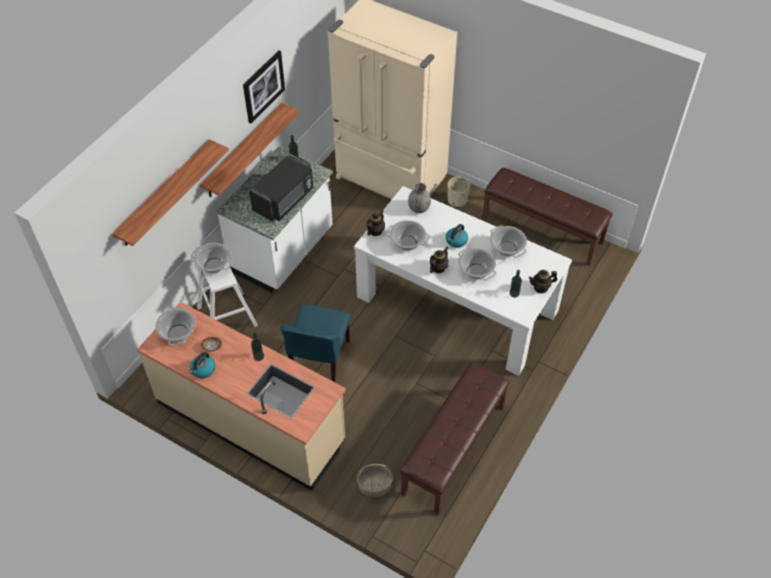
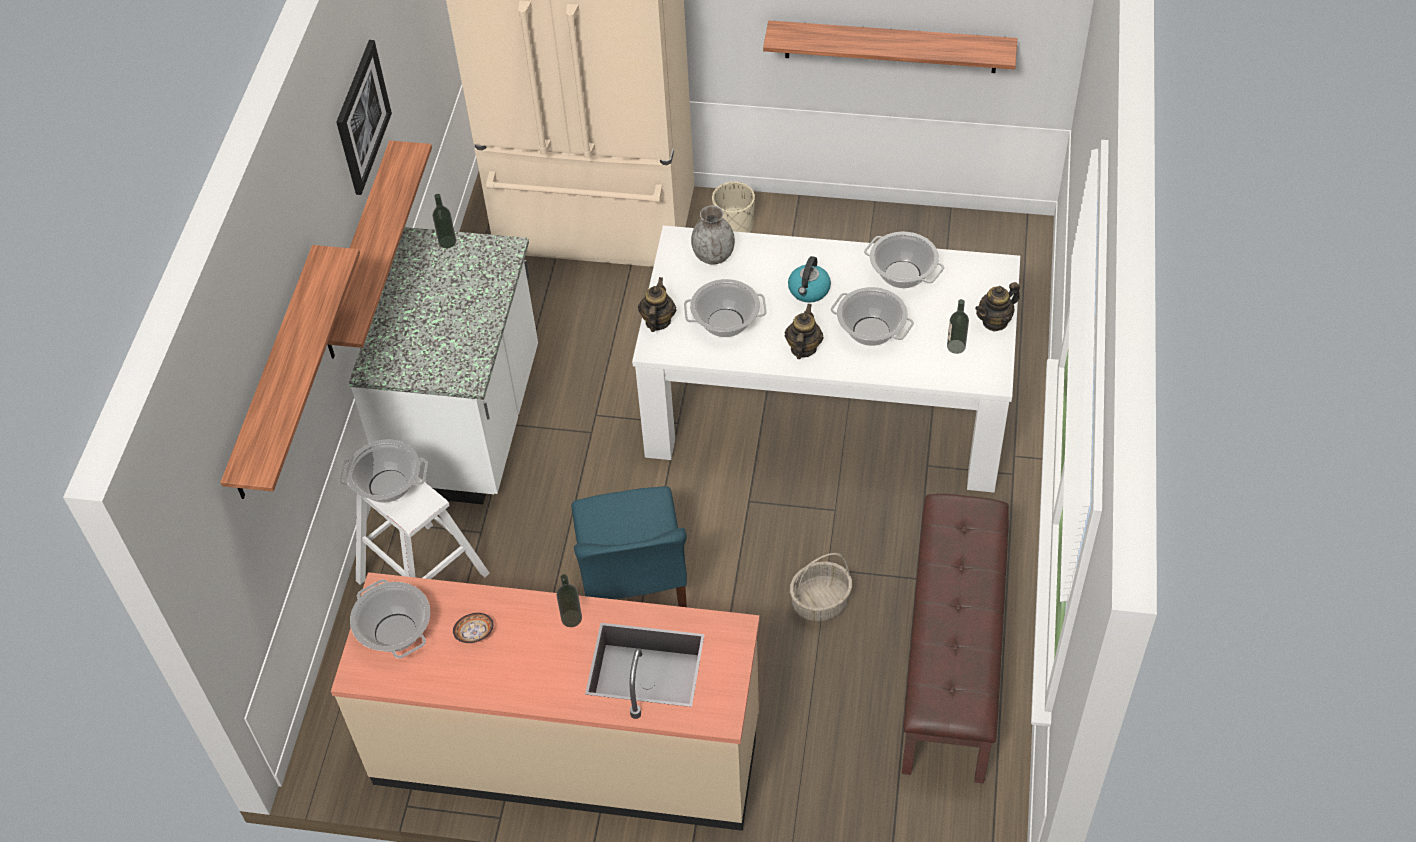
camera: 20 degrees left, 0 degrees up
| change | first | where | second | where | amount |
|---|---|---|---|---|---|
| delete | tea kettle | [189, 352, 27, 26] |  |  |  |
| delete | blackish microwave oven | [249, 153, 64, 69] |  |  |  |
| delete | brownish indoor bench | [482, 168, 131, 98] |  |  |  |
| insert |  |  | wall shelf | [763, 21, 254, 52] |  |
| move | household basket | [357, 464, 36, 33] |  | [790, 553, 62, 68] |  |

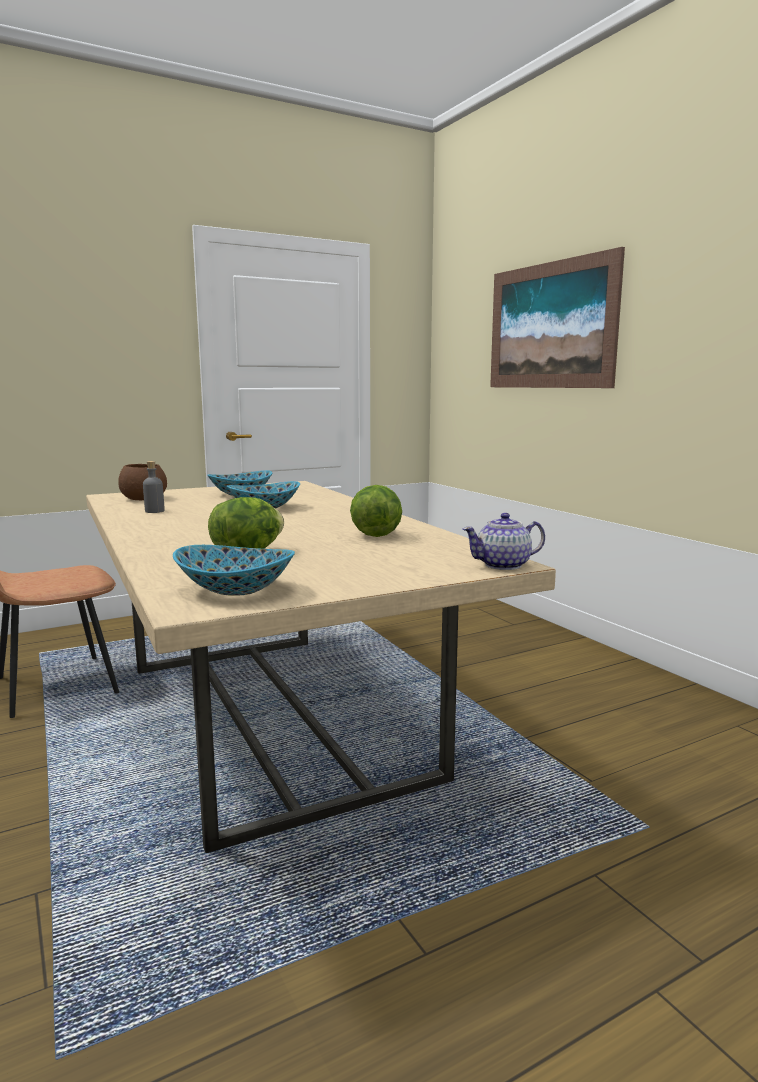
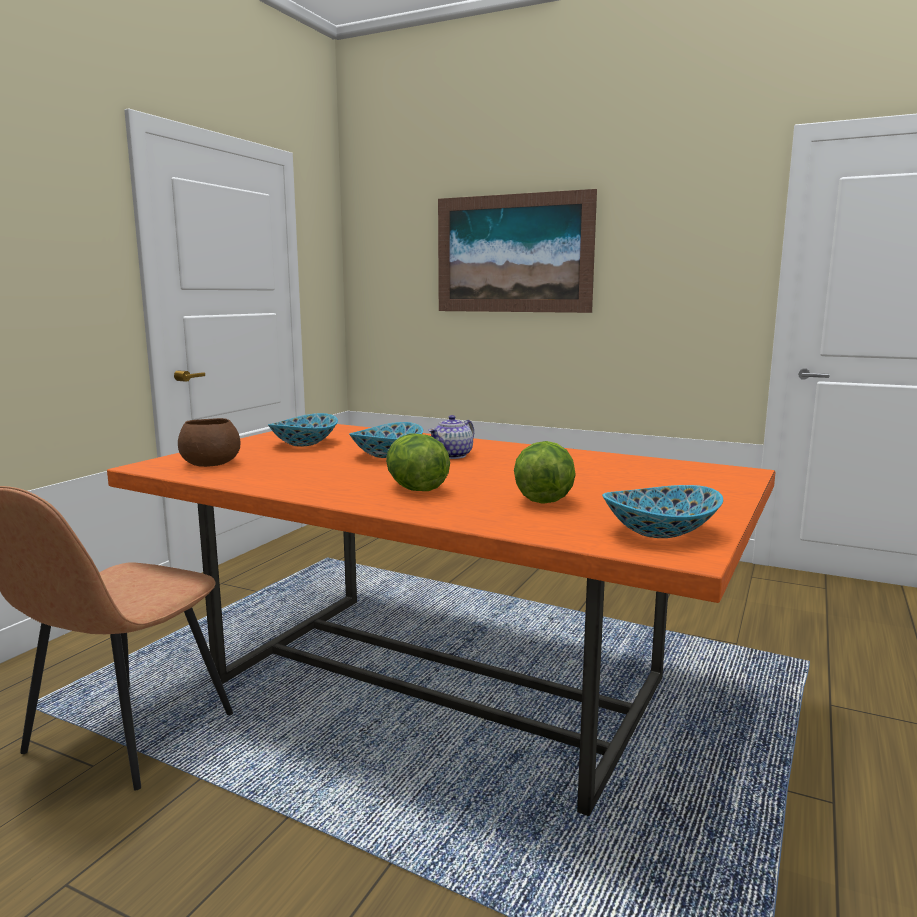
camera: 35 degrees left, 0 degrees up
| change | first | where | second | where | amount |
|---|---|---|---|---|---|
| delete | gray beverage bottle | [143, 461, 22, 52] |  |  |  |
| move | head of lettuce | [350, 485, 52, 52] |  | [386, 433, 64, 58] |  |
| move | pot for tea | [463, 513, 82, 57] |  | [428, 415, 46, 44] |  |
| recolor | sand-coloured kitchen table | [86, 481, 470, 372] | orange kitchen table | [107, 424, 669, 392] |  |

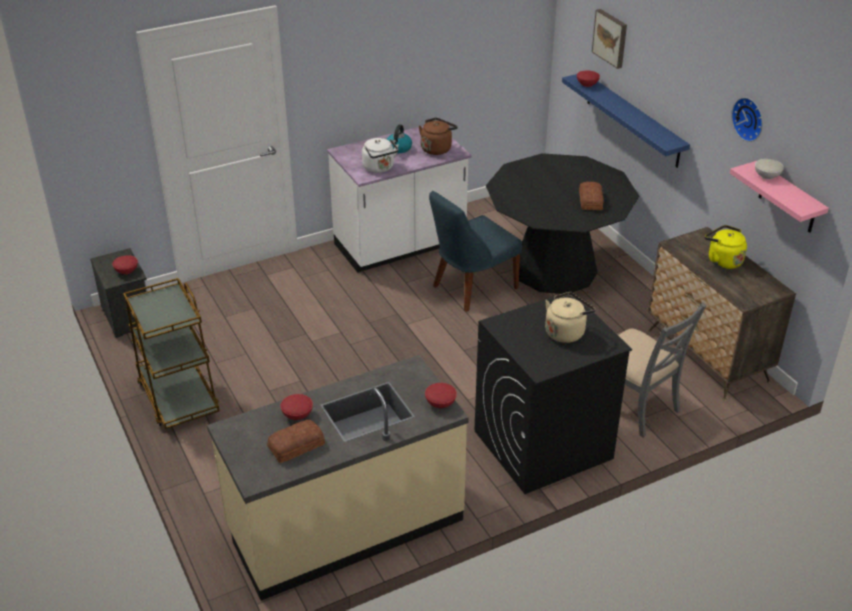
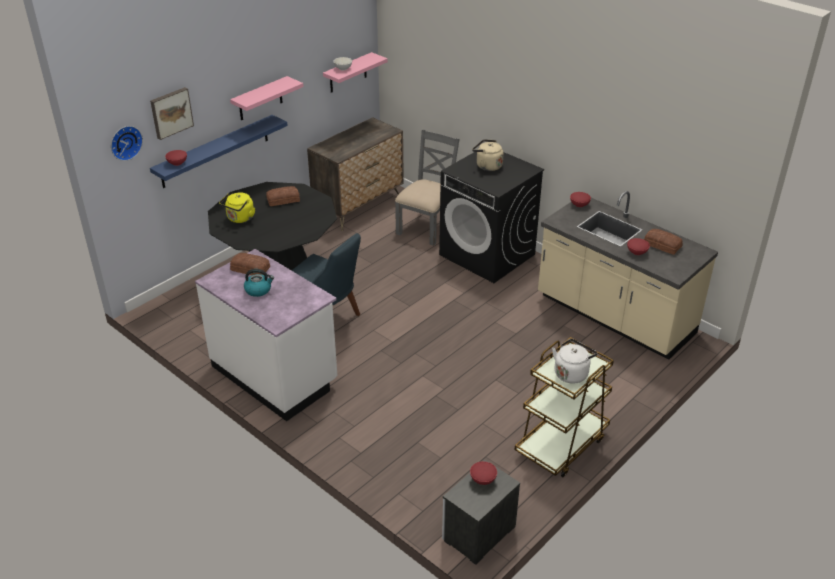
camera: 110 degrees left, 0 degrees up
| change | first | where | second | where | amount |
|---|---|---|---|---|---|
| insert |  |  | pink wall shelf | [230, 76, 73, 44] |  |
| move | white tea kettle | [362, 138, 37, 35] |  | [552, 339, 45, 45] |  |
| move | yellow-coloured tea kettle | [705, 225, 42, 44] |  | [219, 193, 36, 30] |  |
| move | hanging clock | [731, 97, 32, 45] |  | [111, 126, 32, 35] |  |
| replace | brownish tea kettle | [419, 118, 39, 37] | bread | [230, 253, 40, 22] |  |

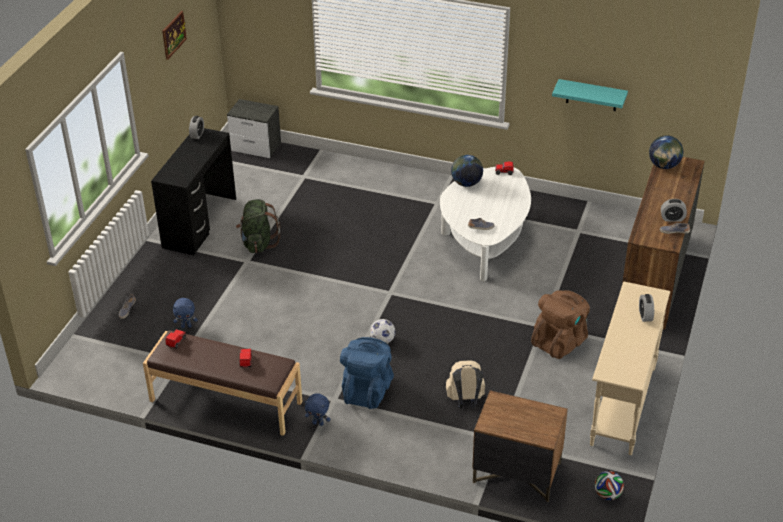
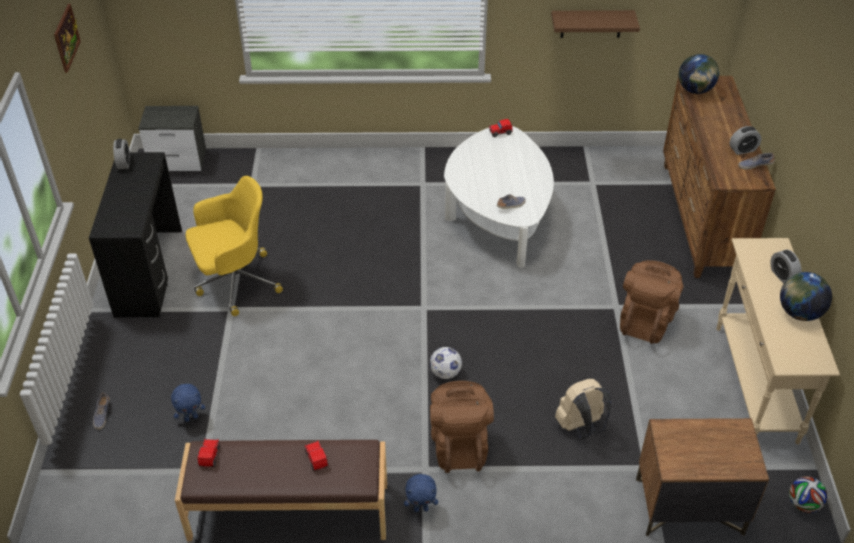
camera: 20 degrees left, 5 degrees up
| change | first | where | second | where | amount |
|---|---|---|---|---|---|
| move | globe | [451, 155, 32, 32] |  | [780, 272, 52, 49] |  |
| replace | green rucksack | [236, 199, 44, 54] | yellow-coloured office chair | [186, 176, 97, 140] |  |
| recolor | bluish rucksack | [340, 337, 54, 72] | brownish rucksack | [430, 381, 64, 92] |  |
| recolor | blue-green wall shelf | [552, 79, 76, 32] | brownish wall shelf | [551, 10, 89, 28] |  |

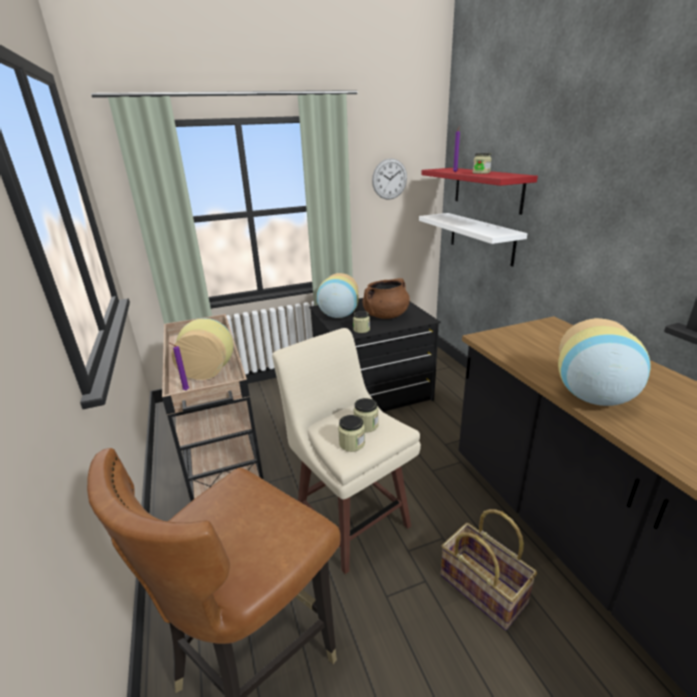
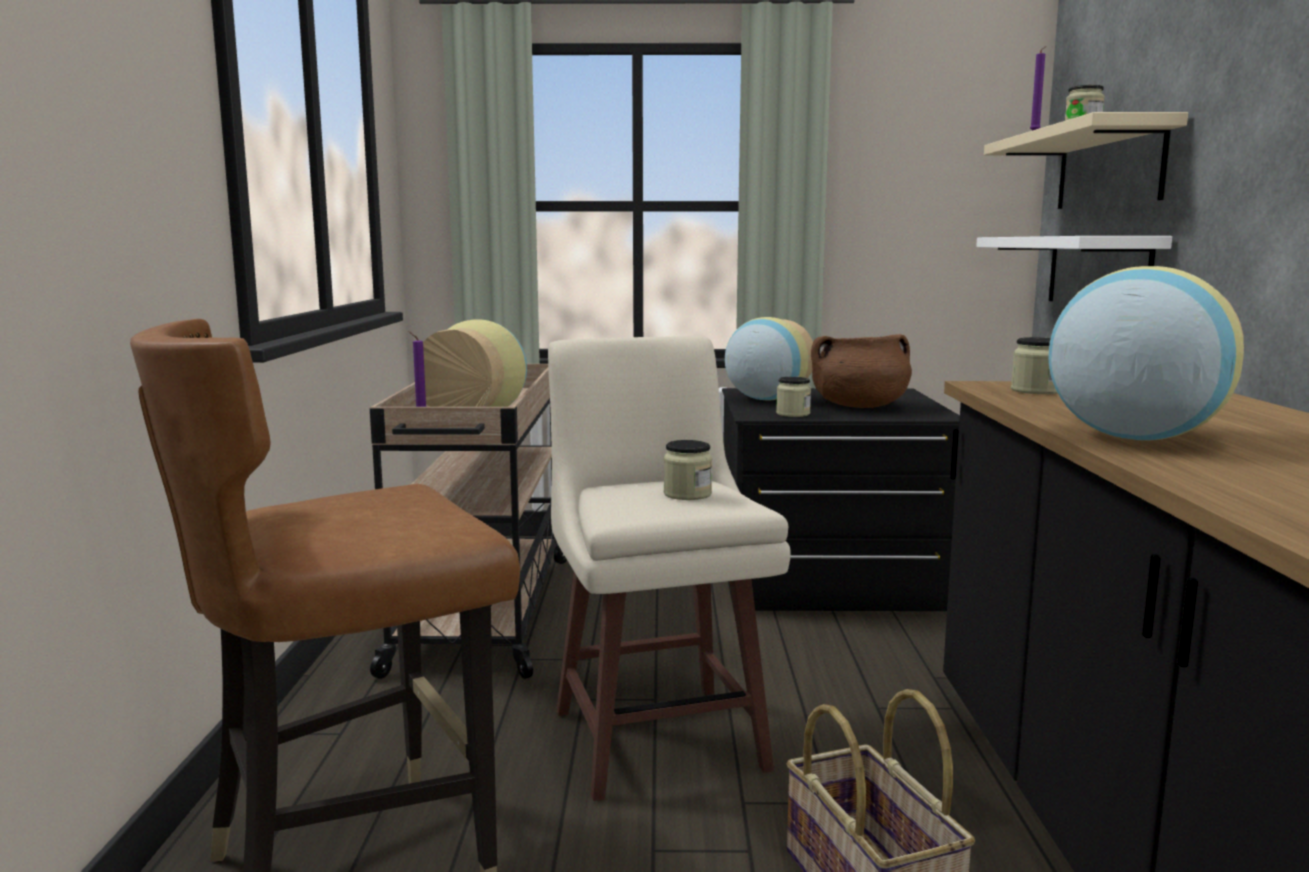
camera: 20 degrees right, 15 degrees down
| change | first | where | second | where | amount |
|---|---|---|---|---|---|
| delete | hanging clock | [372, 158, 35, 42] |  |  |  |
| move | jar | [338, 415, 27, 37] |  | [1011, 337, 47, 57] |  |
| recolor | red wall shelf | [421, 168, 117, 47] | sand-coloured wall shelf | [984, 112, 204, 97] |  |

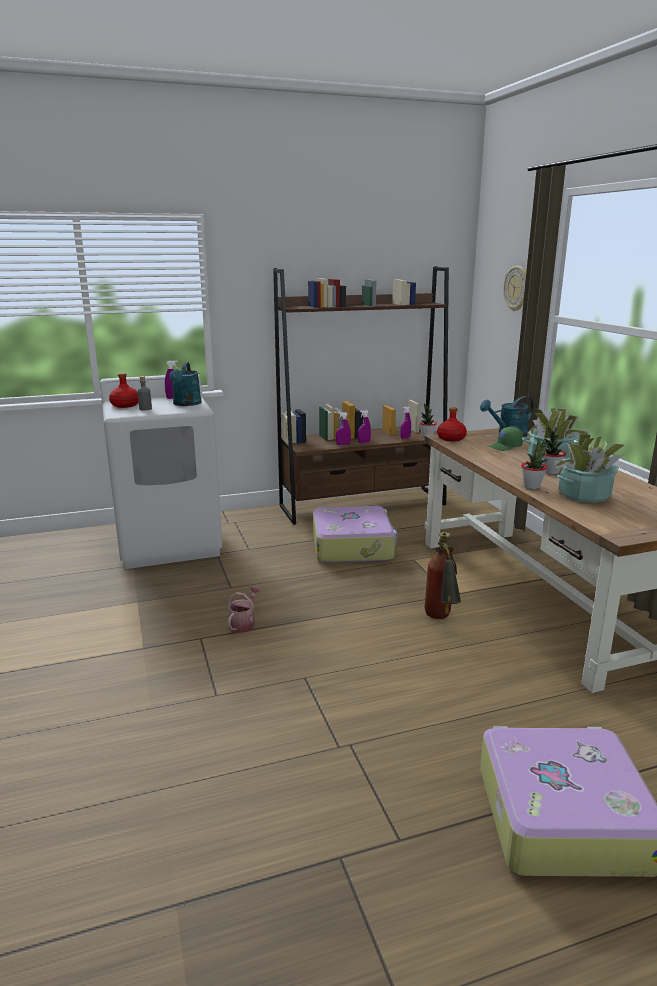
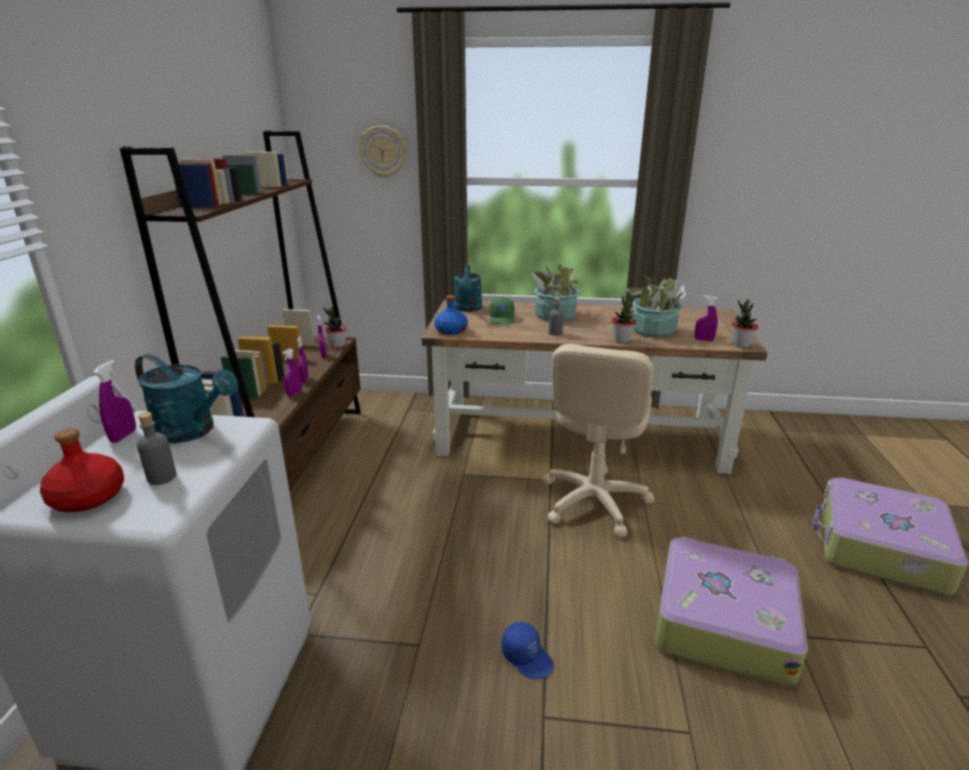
camera: 65 degrees left, 5 degrees up
| change | first | where | second | where | amount |
|---|---|---|---|---|---|
| insert |  |  | gray beverage bottle | [549, 298, 14, 38] |  |
| insert |  |  | purple-coloured hand sprayer | [695, 295, 23, 47] |  |
| move | travel case | [313, 506, 85, 57] |  | [655, 537, 153, 149] |  |
| move | houseplant | [542, 426, 24, 49] |  | [732, 299, 26, 49] |  |
| replace | watering can | [228, 587, 32, 46] | bluish baseball cap | [502, 622, 51, 57] |  |
| replace | fire-fighting cylinder | [424, 532, 37, 87] | sand-coloured office chair | [542, 344, 113, 193] |  |
| recolor | red beverage bottle | [437, 407, 30, 35] | bluish beverage bottle | [434, 295, 34, 40] |  |

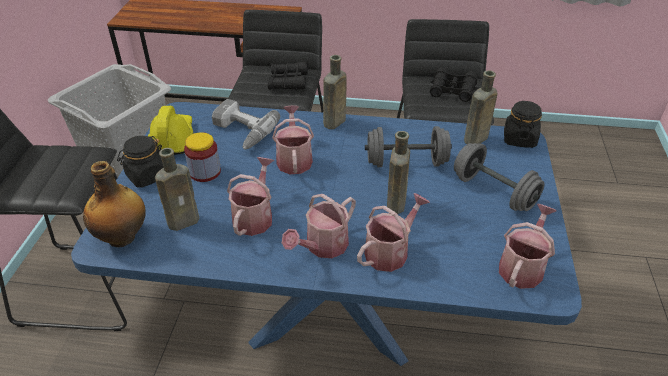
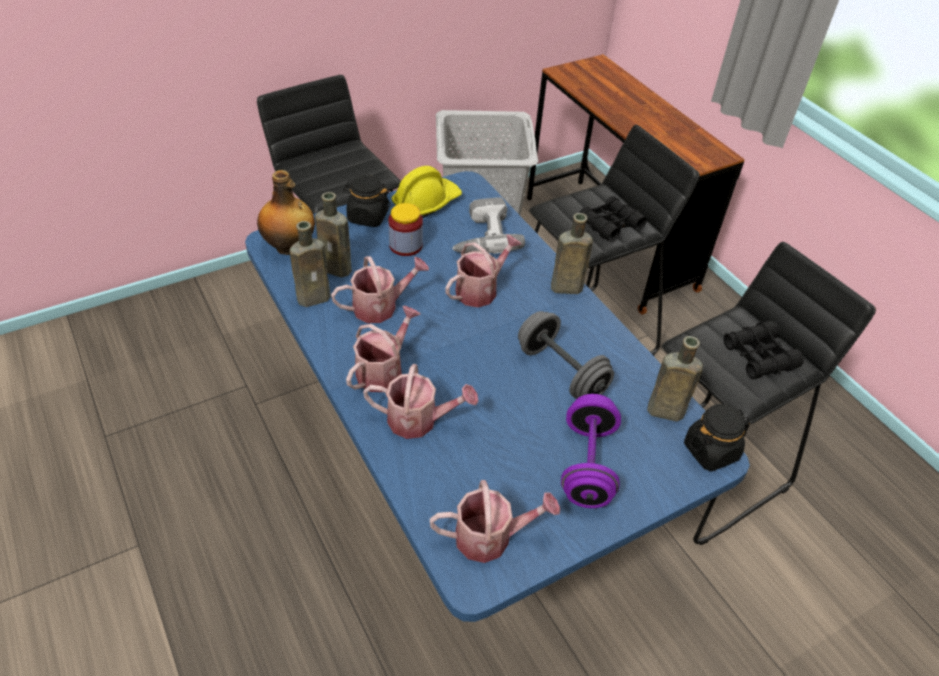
camera: 50 degrees right, 5 degrees up
| change | first | where | second | where | amount |
|---|---|---|---|---|---|
| move | brownish beverage bottle | [387, 131, 23, 83] |  | [289, 221, 41, 86] |  |
| recolor | gray dumbbell | [454, 143, 91, 68] | purple-coloured dumbbell | [561, 394, 60, 114] |  |
| rotate | watering can | [282, 194, 74, 64] |  | [346, 306, 74, 86] | 120 degrees clockwise |

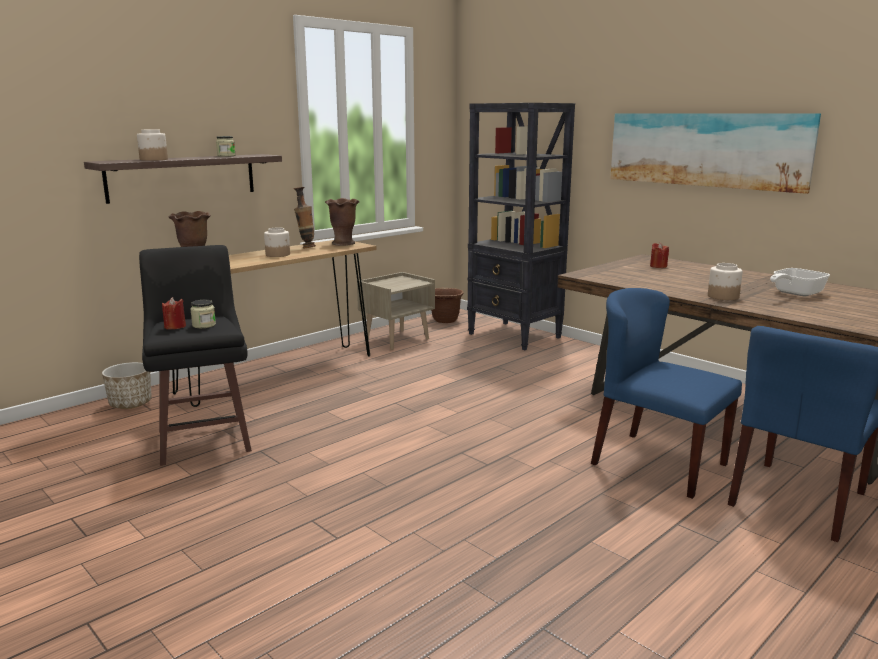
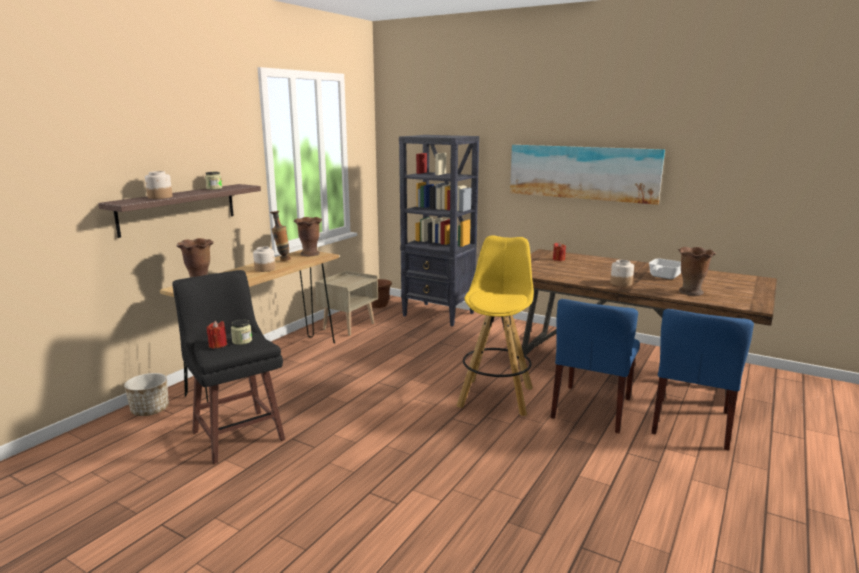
camera: 15 degrees left, 0 degrees up
| change | first | where | second | where | amount |
|---|---|---|---|---|---|
| insert |  |  | yellow-coloured stool seat | [456, 235, 78, 181] |  |
| insert |  |  | brownish vase | [678, 247, 38, 49] |  |
| rotate | bluish chair | [591, 288, 151, 211] |  | [551, 299, 89, 134] | 90 degrees counterclockwise |

